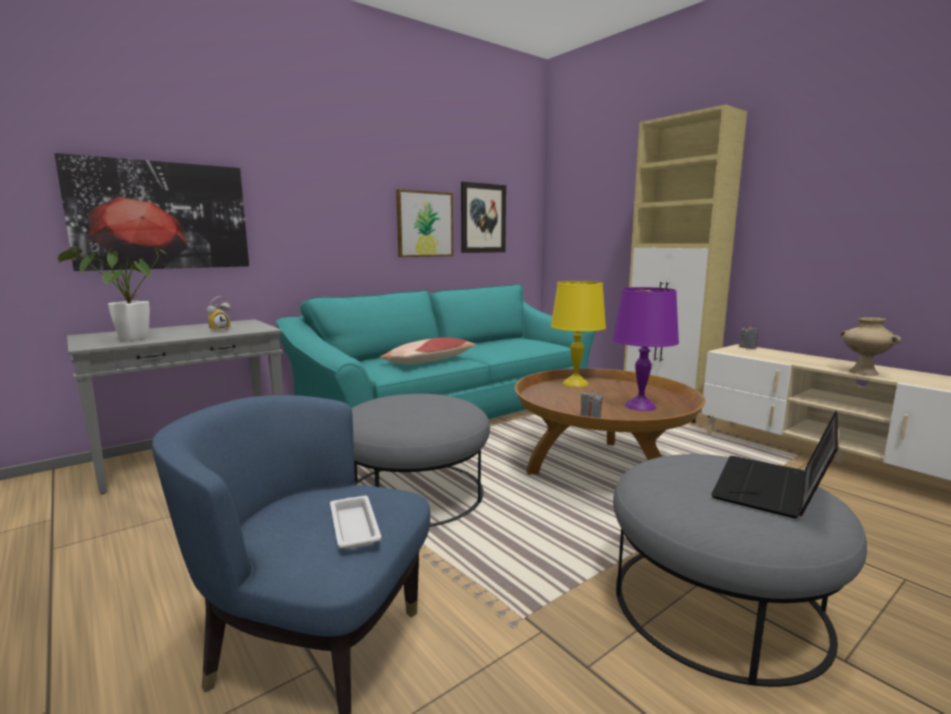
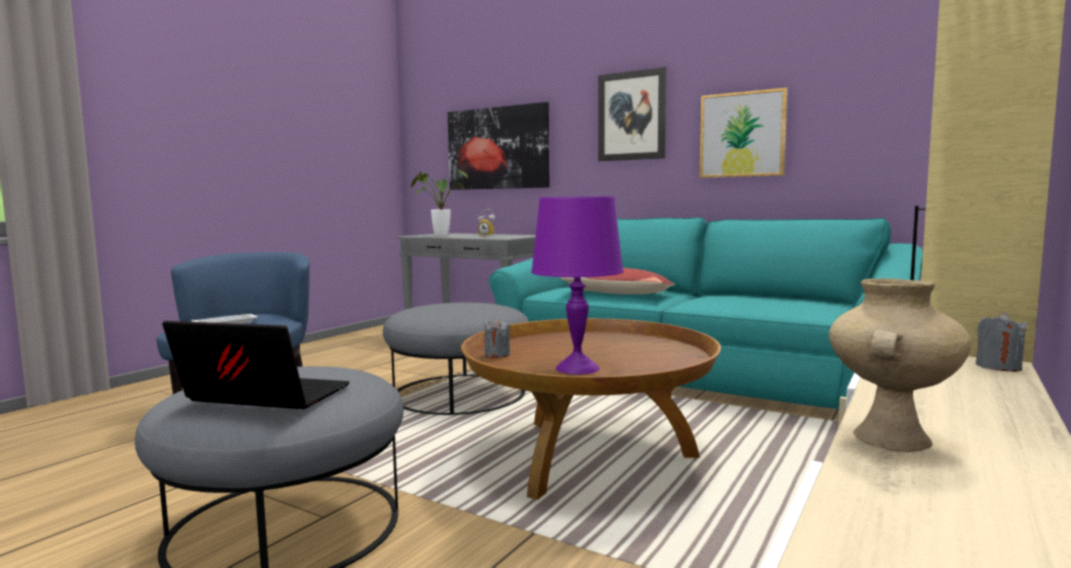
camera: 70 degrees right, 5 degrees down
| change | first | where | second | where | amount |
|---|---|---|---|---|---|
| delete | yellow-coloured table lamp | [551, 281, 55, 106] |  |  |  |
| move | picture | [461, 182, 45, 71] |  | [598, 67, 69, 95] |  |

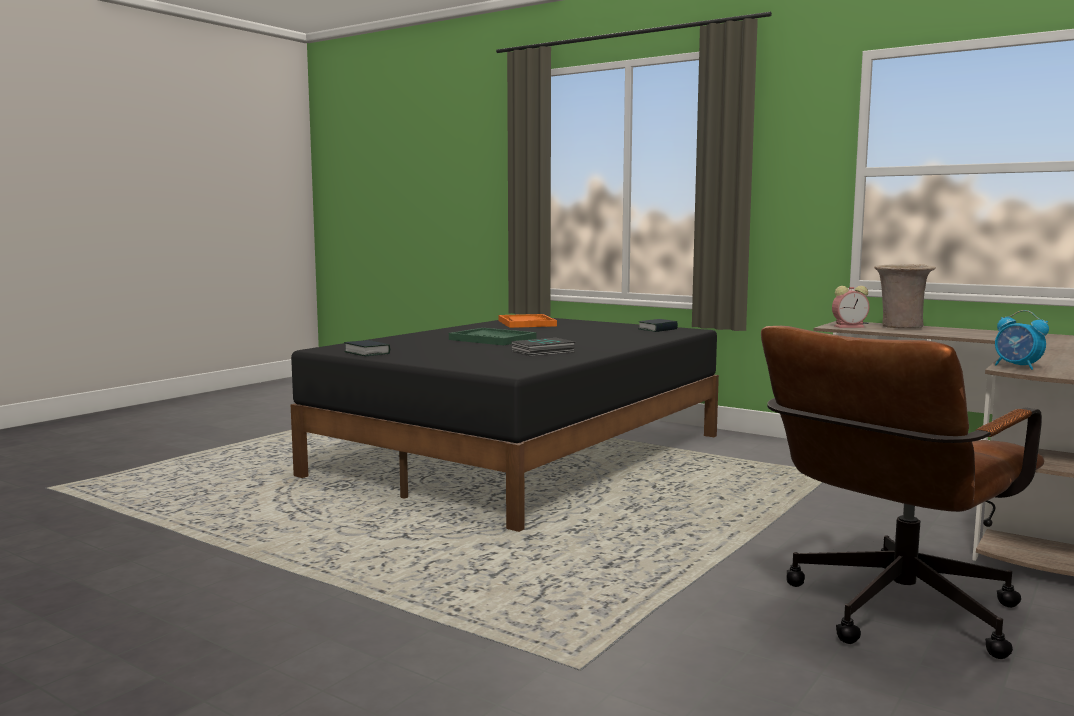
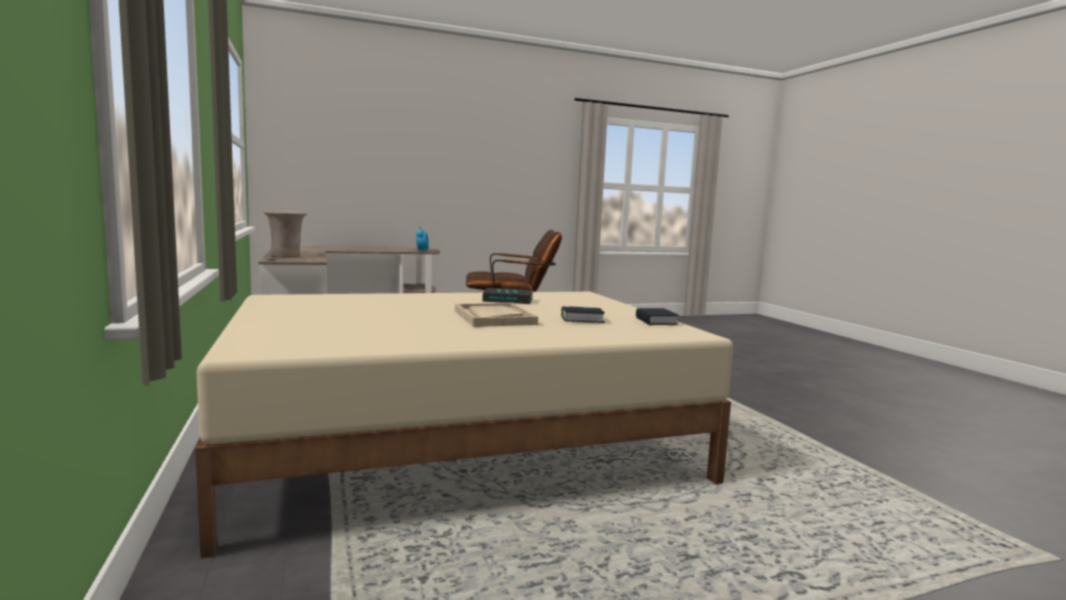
camera: 145 degrees left, 0 degrees up
| change | first | where | second | where | amount |
|---|---|---|---|---|---|
| delete | orange serving tray | [498, 314, 59, 14] |  |  |  |
| delete | alarm clock | [832, 286, 37, 42] |  |  |  |
| move | book | [638, 319, 40, 13] |  | [561, 307, 44, 16] |  |
| recolor | blackish bedroom bed | [290, 318, 429, 214] | sand-coloured bedroom bed | [195, 292, 538, 267] |  |
| recolor | green serving tray | [449, 328, 87, 18] | sand-coloured serving tray | [455, 303, 83, 24] |  |

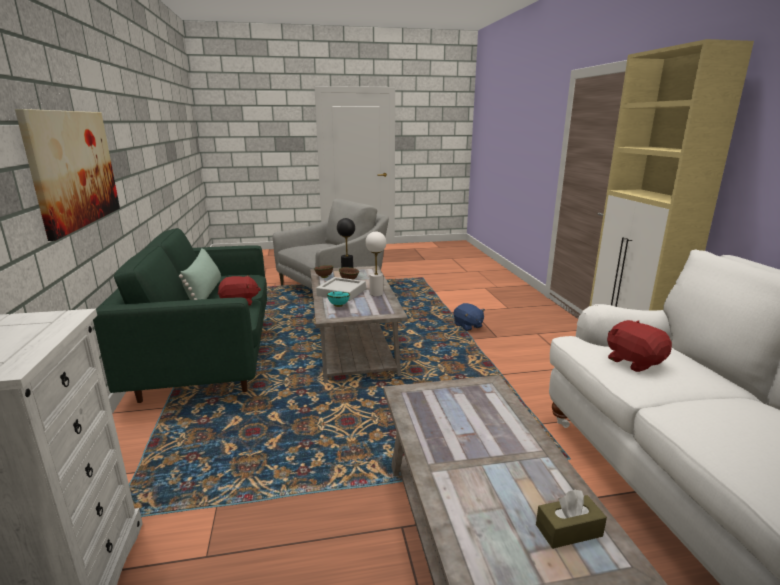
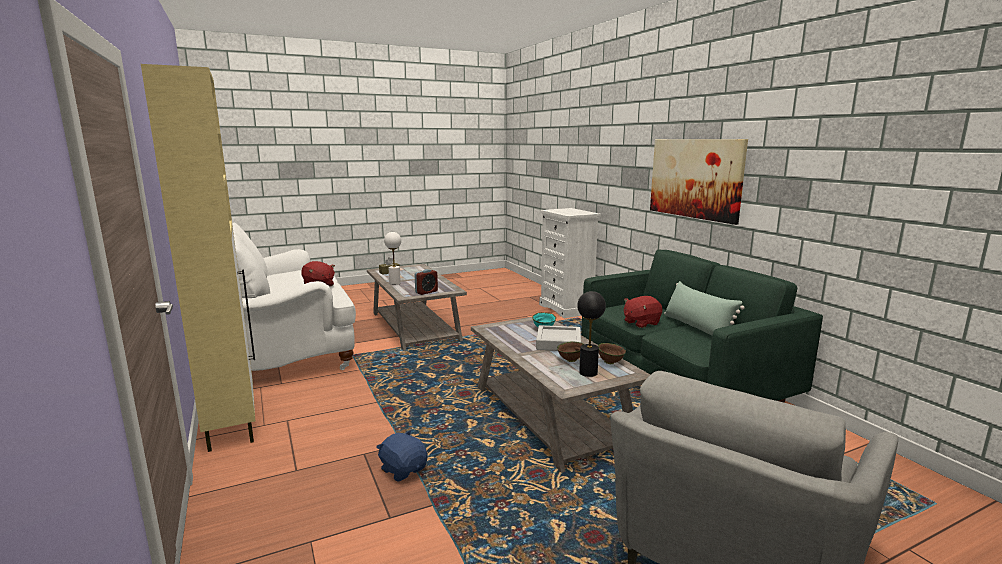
camera: 165 degrees right, 5 degrees down
| change | first | where | second | where | amount |
|---|---|---|---|---|---|
| insert |  |  | alarm clock | [415, 269, 23, 26] |  |
| move | white table lamp | [365, 232, 21, 64] |  | [384, 232, 17, 53] |  |

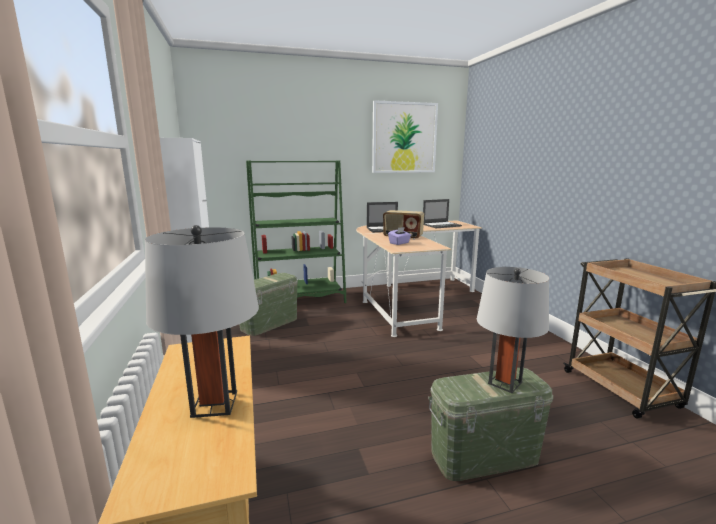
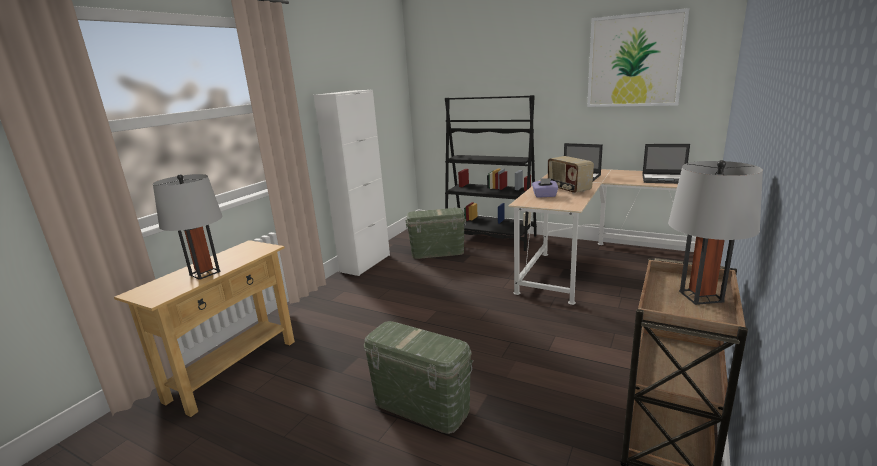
camera: 45 degrees right, 5 degrees up
| change | first | where | second | where | amount |
|---|---|---|---|---|---|
| move | gray table lamp | [477, 267, 72, 126] |  | [668, 160, 95, 145] |  |
| recolor | green shelving unit | [246, 160, 101, 143] | blackish shelving unit | [445, 95, 92, 156] |  |

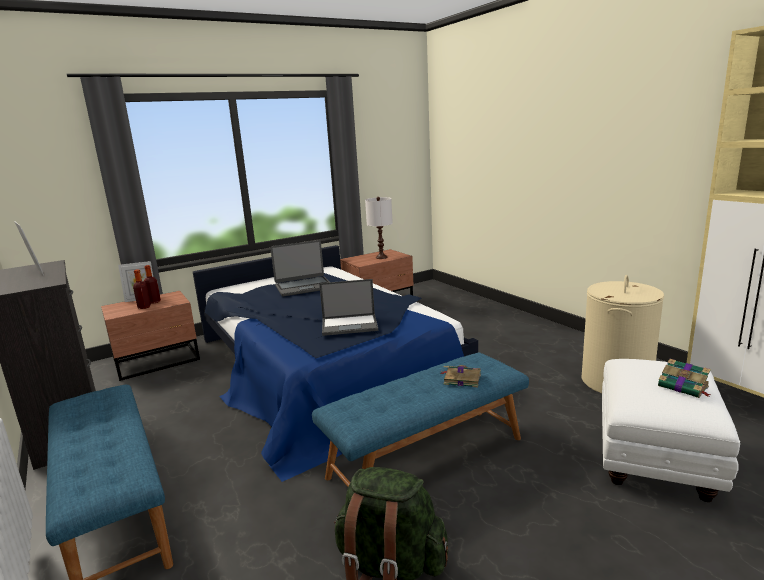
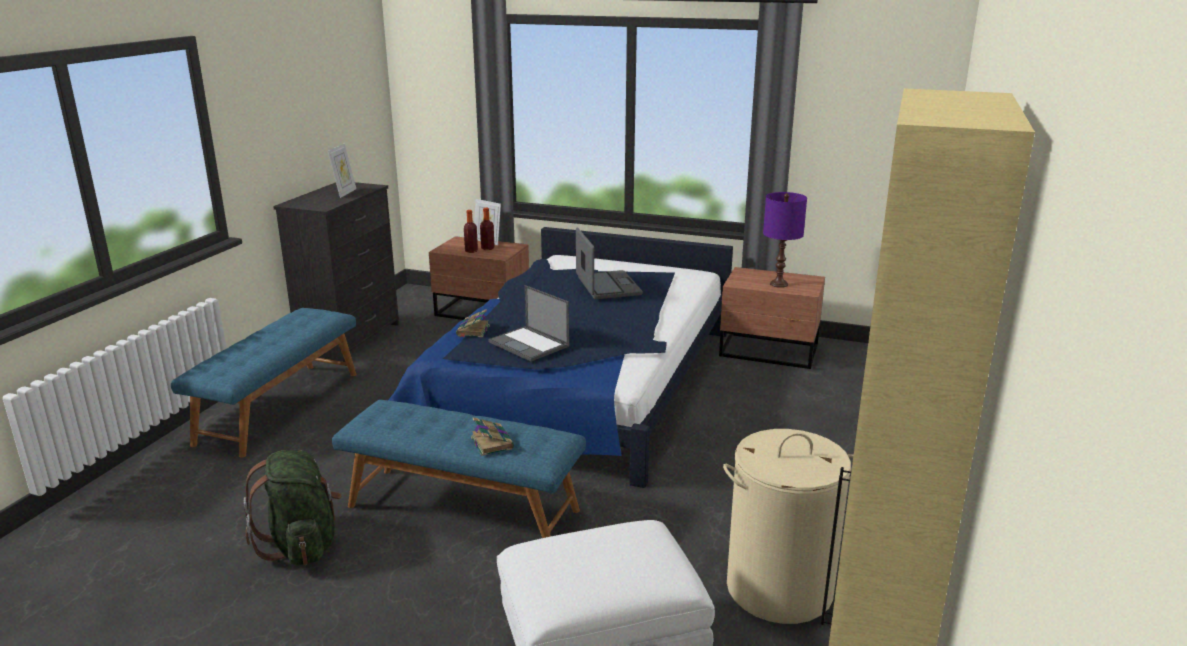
camera: 50 degrees right, 5 degrees up
| change | first | where | second | where | amount |
|---|---|---|---|---|---|
| move | book | [658, 359, 53, 39] |  | [456, 309, 34, 29] |  |
| recolor | white table lamp | [365, 197, 28, 62] | purple-coloured table lamp | [763, 192, 44, 96] |  |
| rotate | laptop | [271, 240, 59, 57] |  | [576, 228, 67, 71] | 135 degrees counterclockwise |

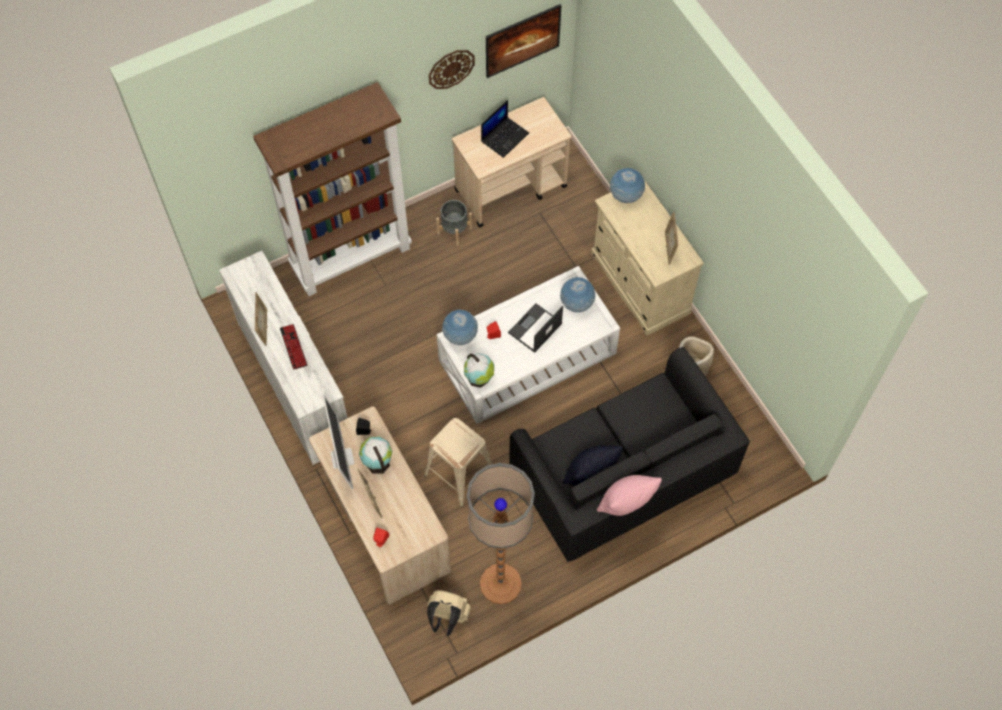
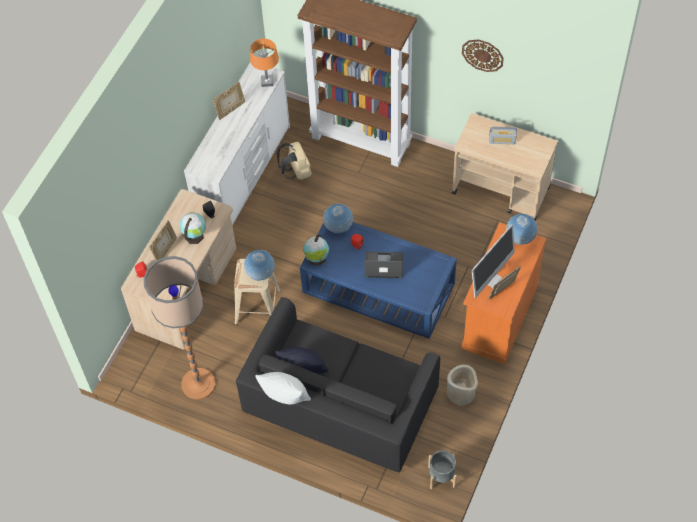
camera: 55 degrees right, 5 degrees down
| change | first | where | second | where | amount |
|---|---|---|---|---|---|
| delete | computer keyboard | [280, 324, 27, 46] |  |  |  |
| delete | picture | [486, 4, 76, 74] |  |  |  |
| insert |  |  | orange table lamp | [250, 38, 29, 49] |  |
| move | computer display | [323, 395, 31, 94] |  | [472, 224, 43, 74] |  |
| move | sand-coloured rucksack | [427, 590, 44, 46] |  | [277, 142, 35, 38] |  |
| move | gray plant pot | [436, 200, 36, 46] |  | [428, 450, 29, 39] |  |
| move | globe | [560, 276, 36, 36] |  | [244, 250, 31, 31] |  |
| replace | laptop | [481, 100, 48, 58] | radio receiver | [489, 127, 28, 17] |  |
| recolor | white low table | [437, 266, 183, 158] | bluish low table | [300, 222, 157, 117] |  |
| recolor | sand-coloured storage cabinet | [591, 181, 113, 154] | orange storage cabinet | [461, 223, 85, 141] |  |
| recolor | pink cushion | [597, 475, 65, 41] | white cushion | [255, 372, 56, 32] |  |

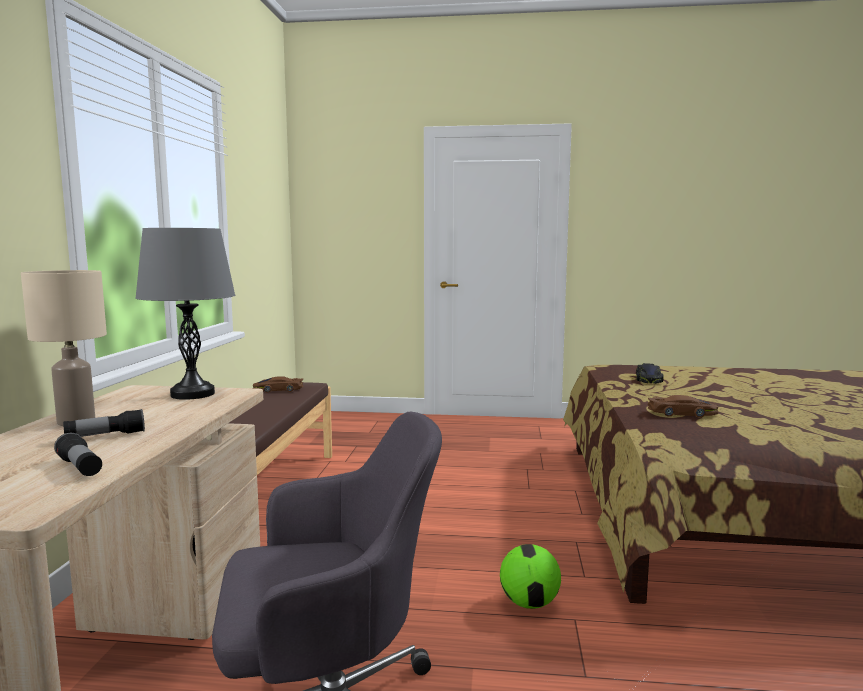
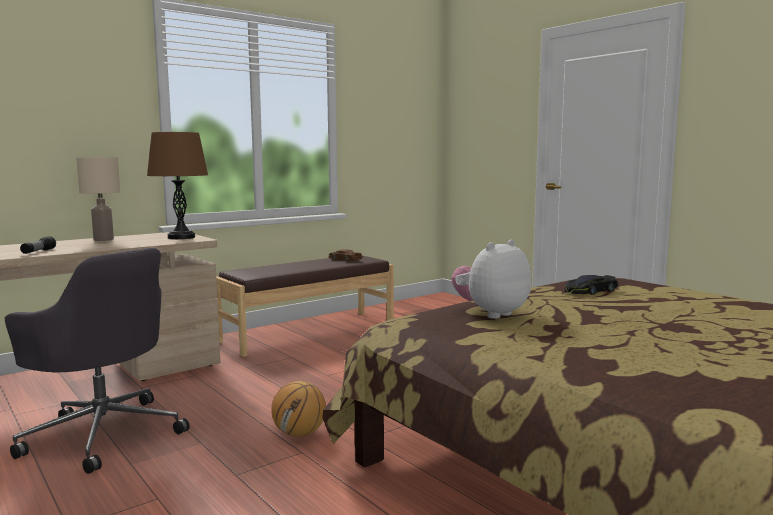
camera: 45 degrees right, 0 degrees up
| change | first | where | second | where | amount |
|---|---|---|---|---|---|
| delete | hand torch | [63, 409, 82, 28] |  |  |  |
| replace | football ball | [500, 544, 61, 65] | basketball | [271, 381, 55, 56] |  |
| replace | brownish model car | [648, 395, 71, 23] | cuddly toy | [451, 240, 80, 79] |  |
| recolor | gray table lamp | [136, 228, 99, 172] | brownish table lamp | [147, 132, 61, 107] |  |

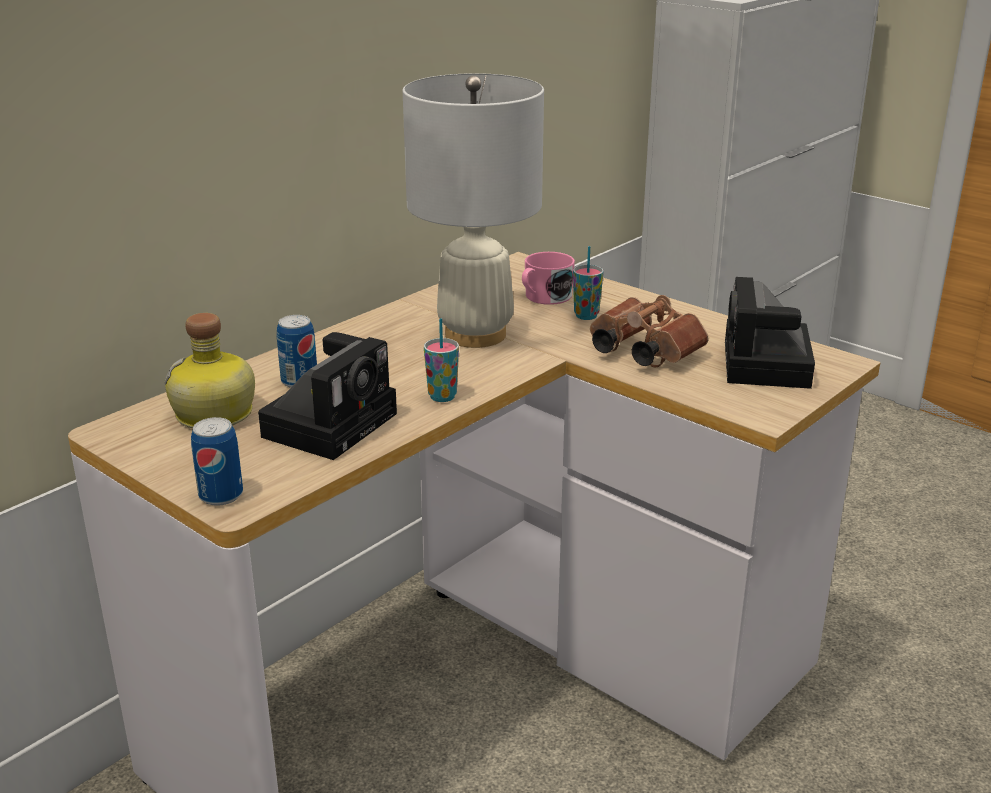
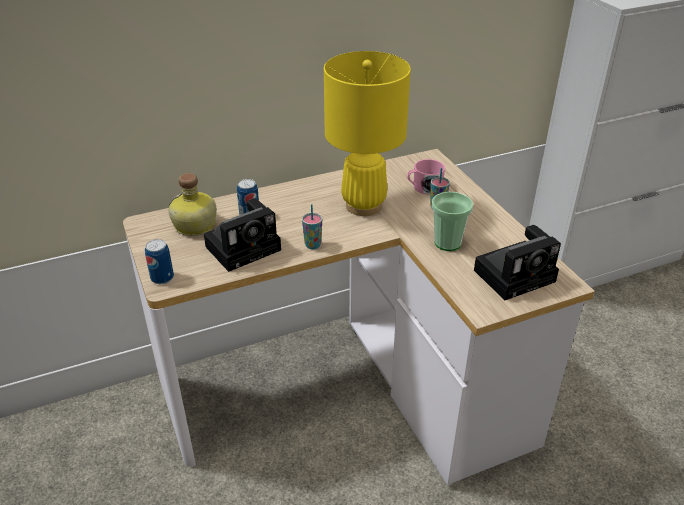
camera: 25 degrees right, 10 degrees up
| change | first | where | second | where | amount |
|---|---|---|---|---|---|
| replace | brownish pair of binoculars | [590, 295, 118, 72] | drinking cup | [432, 192, 41, 59] |  |
| recolor | white table lamp | [403, 73, 141, 275] | yellow-coloured table lamp | [324, 51, 87, 165] |  |
| rotate | still camera | [725, 277, 90, 112] |  | [474, 225, 87, 75] | 150 degrees counterclockwise |

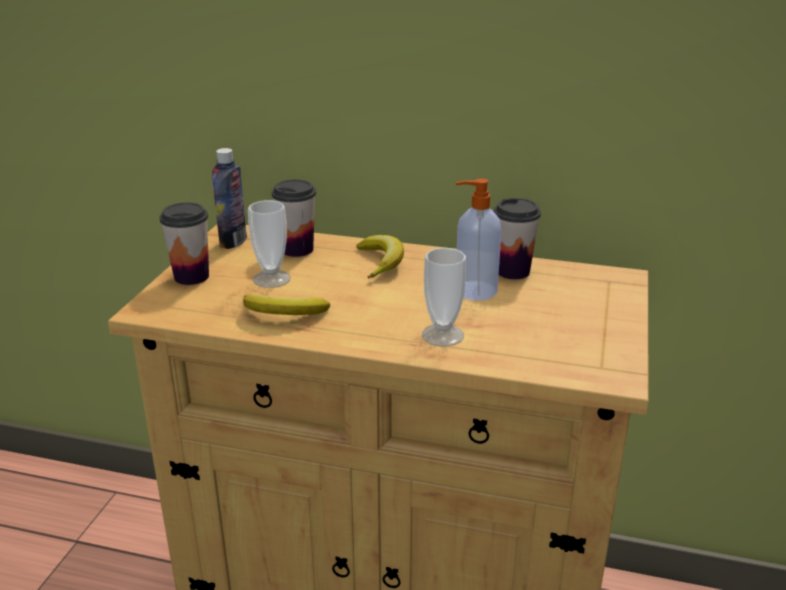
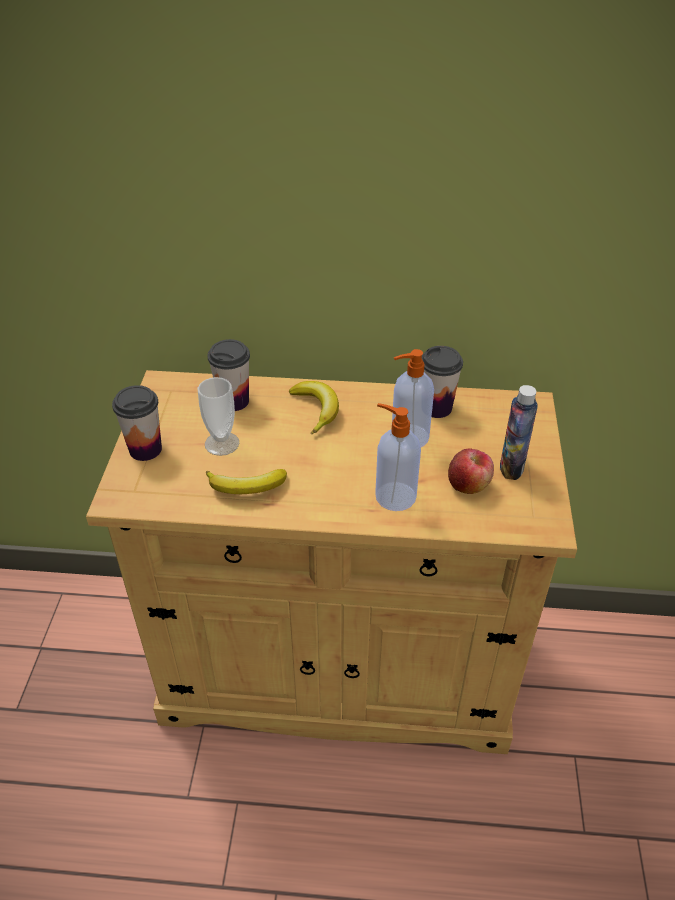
camera: 10 degrees left, 15 degrees up
| change | first | where | second | where | amount |
|---|---|---|---|---|---|
| insert |  |  | apple fruit | [448, 448, 46, 46] |  |
| move | beverage bottle | [212, 148, 35, 101] |  | [500, 385, 38, 95] |  |
| replace | drinking cup | [422, 248, 44, 99] | soap bottle | [375, 403, 46, 108] |  |

